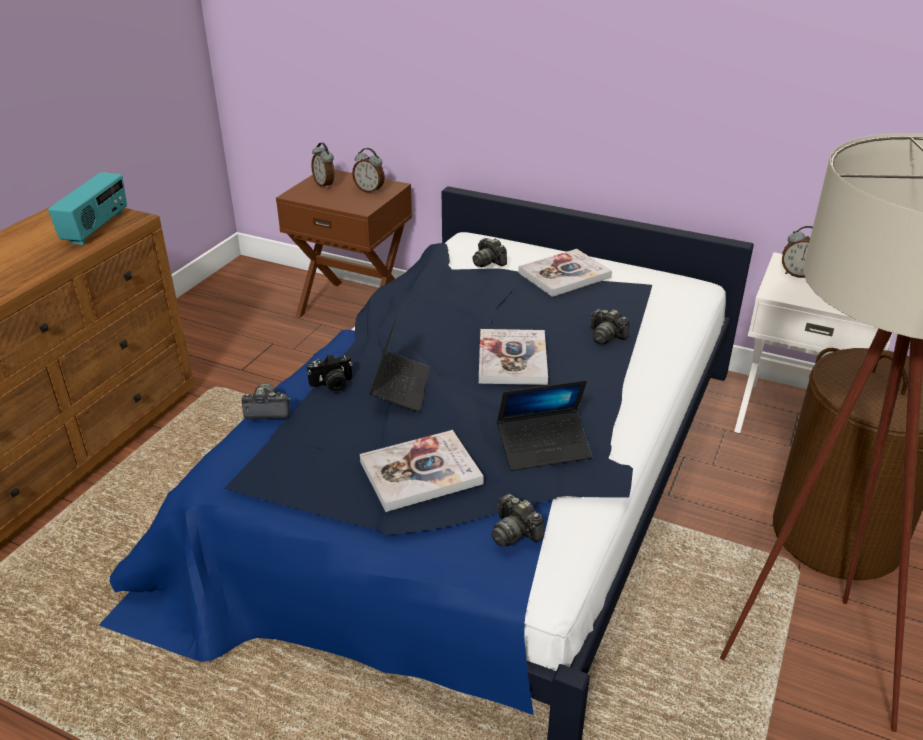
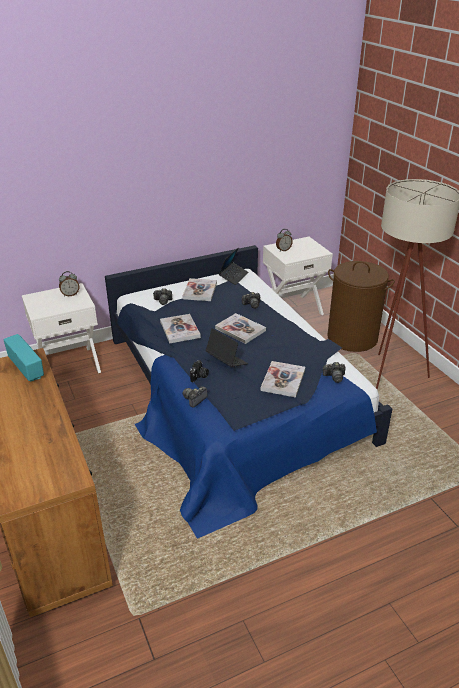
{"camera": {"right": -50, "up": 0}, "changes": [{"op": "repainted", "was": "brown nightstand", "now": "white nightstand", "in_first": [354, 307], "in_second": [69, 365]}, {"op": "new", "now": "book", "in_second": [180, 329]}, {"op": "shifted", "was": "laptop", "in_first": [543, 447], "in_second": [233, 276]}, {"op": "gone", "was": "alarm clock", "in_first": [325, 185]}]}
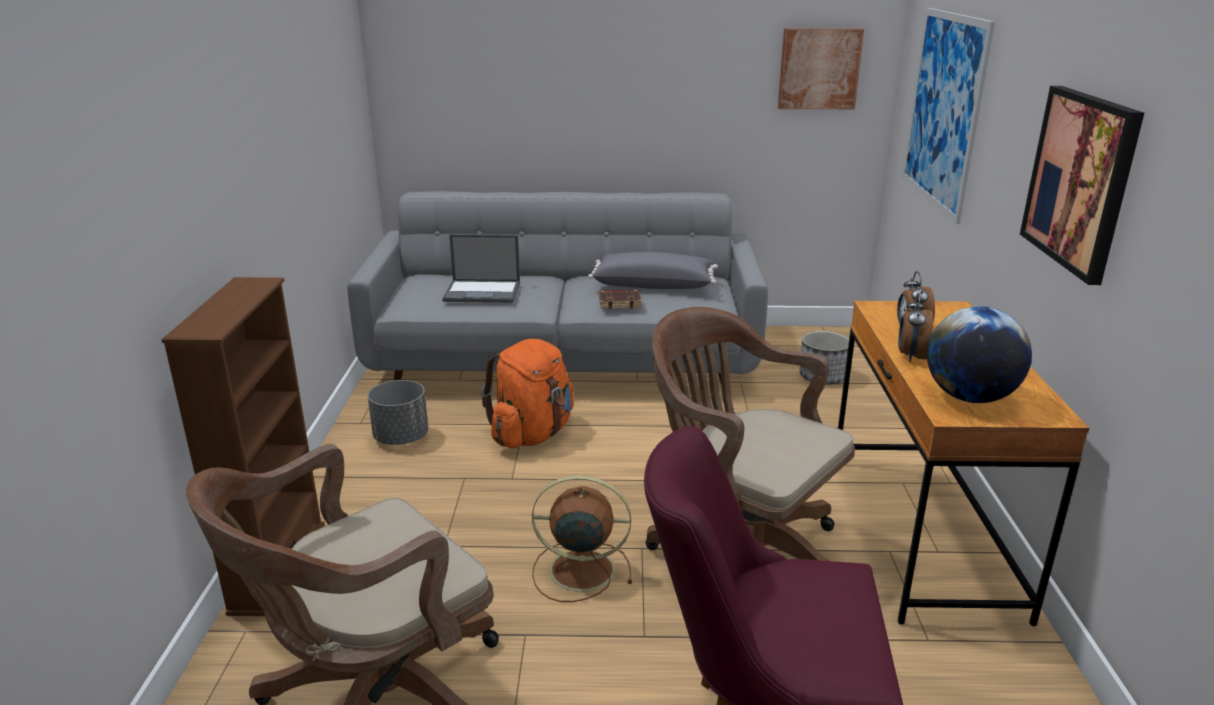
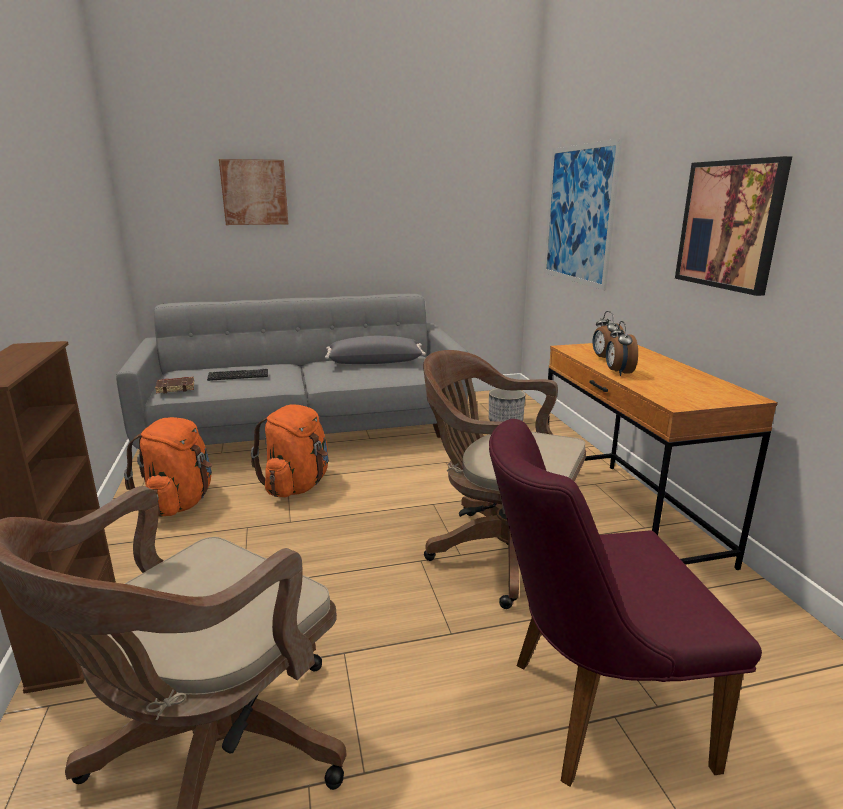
{"camera": {"right": -15, "up": -5}, "changes": [{"op": "swapped", "was": "grey planter", "now": "orange backpack", "in_first": [401, 438], "in_second": [180, 502]}, {"op": "shifted", "was": "brown book", "in_first": [620, 302], "in_second": [176, 388]}, {"op": "swapped", "was": "laptop", "now": "keyboard", "in_first": [483, 292], "in_second": [238, 376]}, {"op": "shifted", "was": "picture", "in_first": [819, 69], "in_second": [254, 192]}, {"op": "gone", "was": "brown fan", "in_first": [579, 570]}, {"op": "gone", "was": "globe", "in_first": [969, 397]}]}
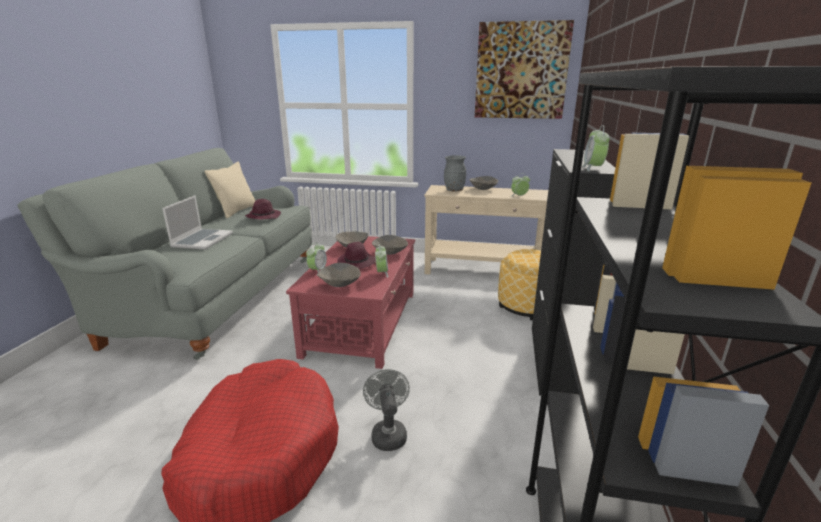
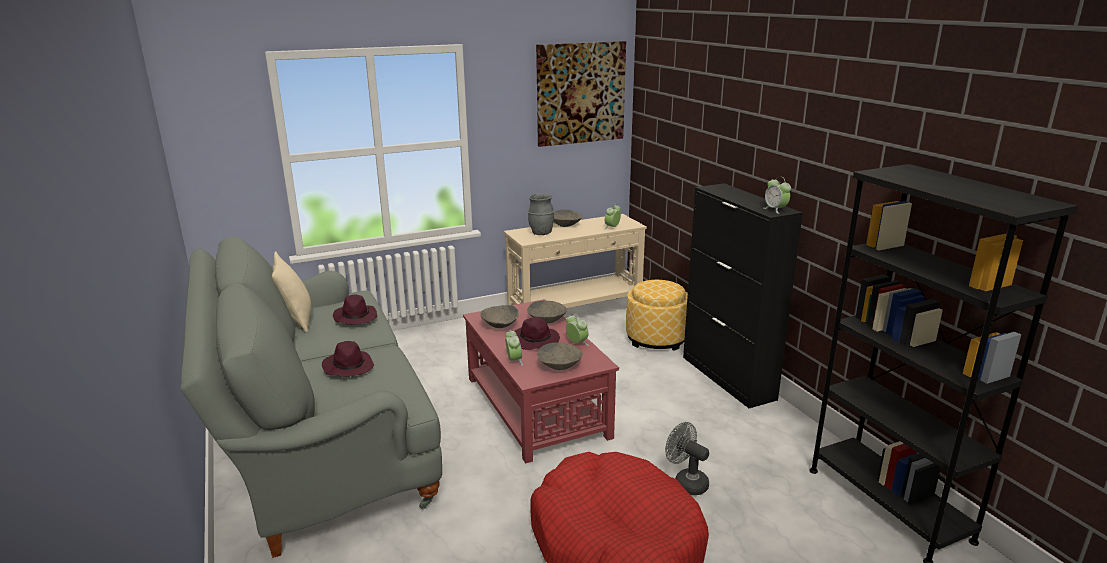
{"camera": {"right": -35, "up": 0}, "changes": [{"op": "swapped", "was": "laptop", "now": "purple hat", "in_first": [202, 240], "in_second": [348, 367]}]}
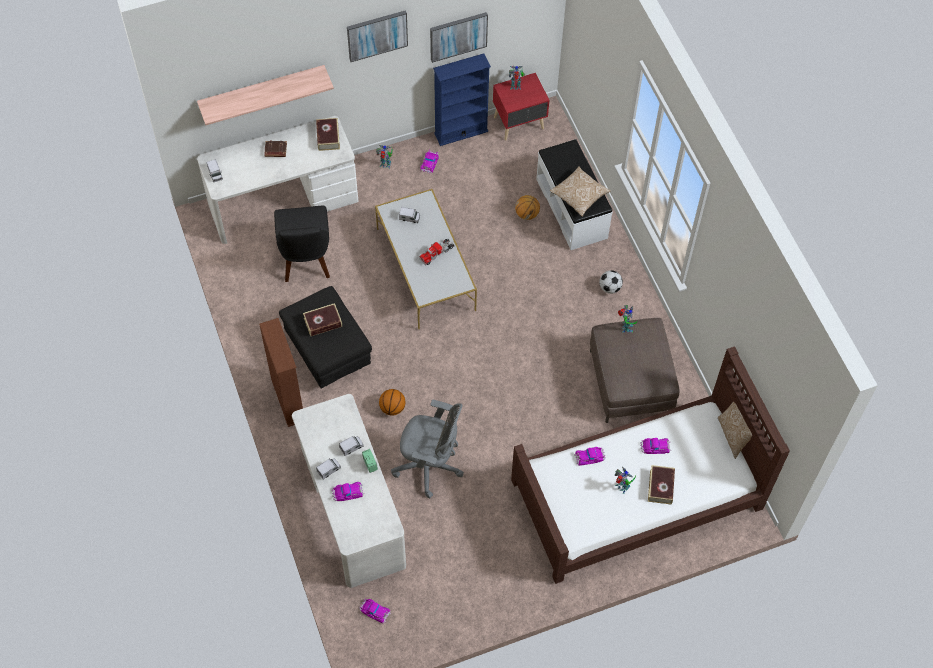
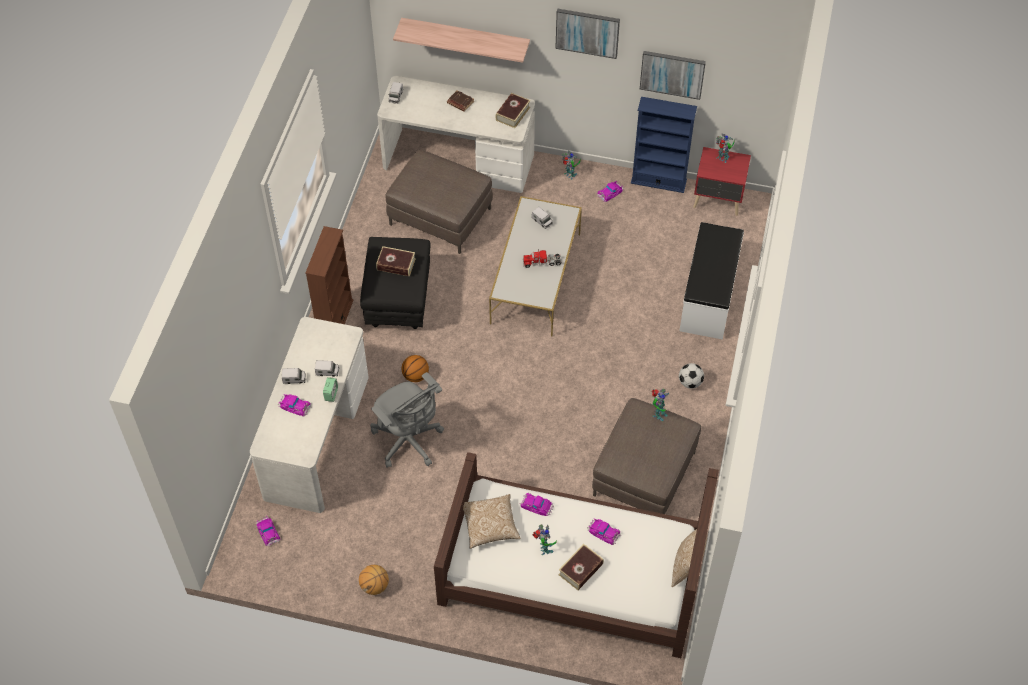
{"camera": {"right": 35, "up": -5}, "changes": [{"op": "shifted", "was": "basketball", "in_first": [527, 214], "in_second": [375, 586]}, {"op": "swapped", "was": "black chair", "now": "brown ottoman", "in_first": [305, 259], "in_second": [440, 216]}, {"op": "shifted", "was": "pillow", "in_first": [579, 196], "in_second": [490, 525]}]}
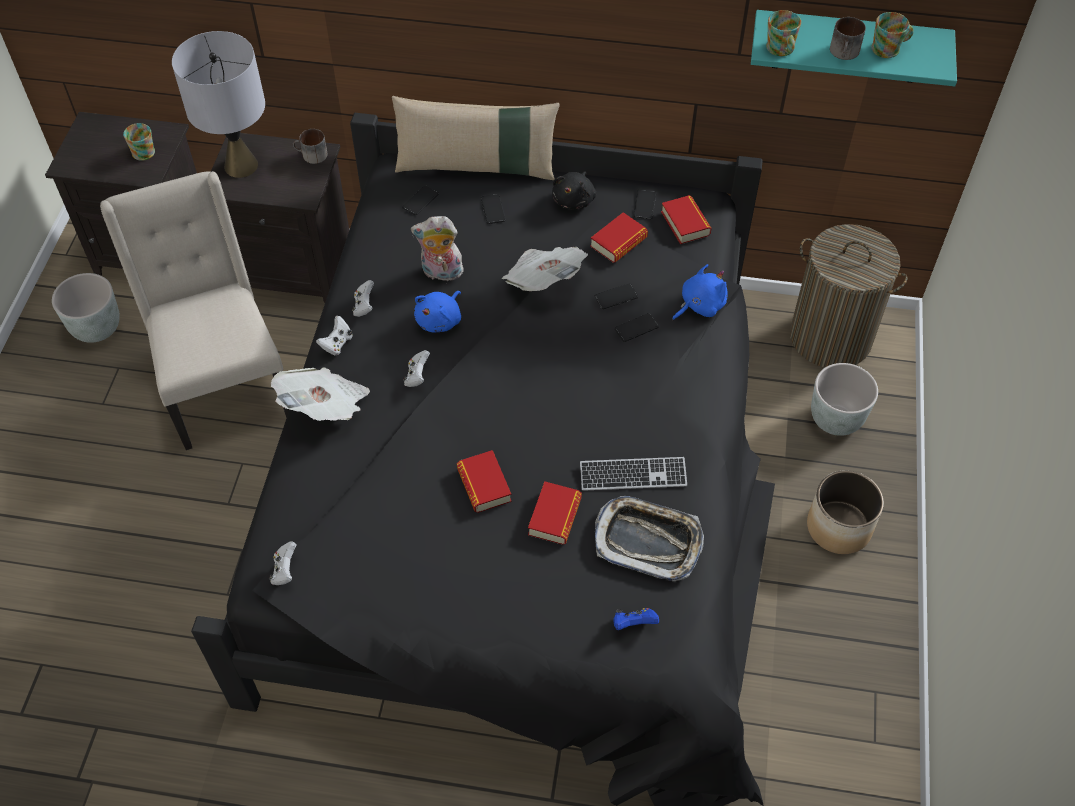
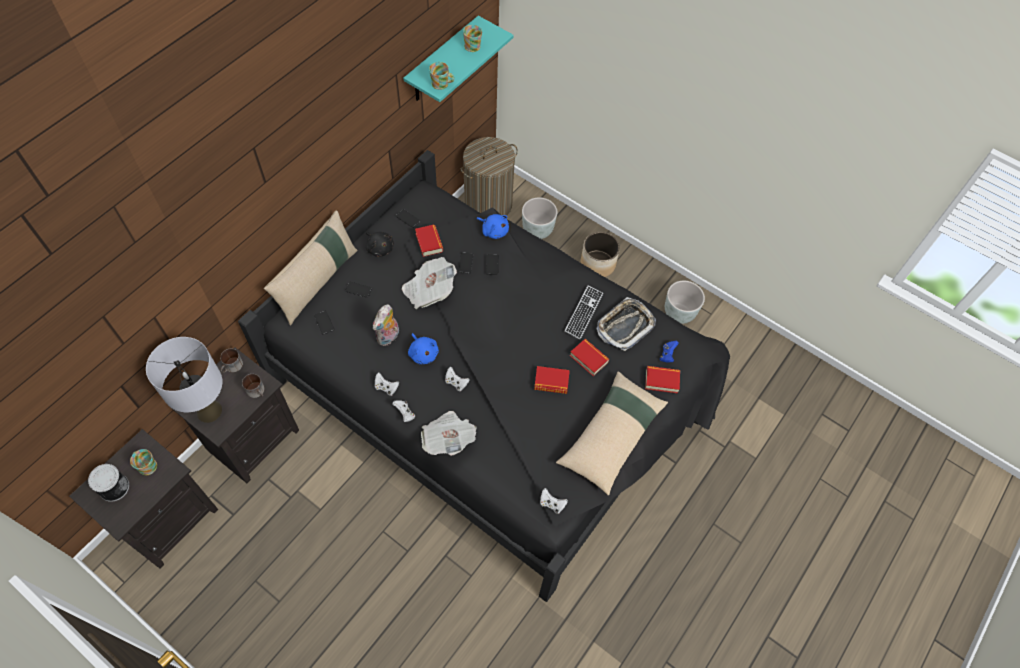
{"camera": {"right": -65, "up": 5}, "changes": [{"op": "new", "now": "can", "in_second": [113, 487]}, {"op": "shifted", "was": "mug", "in_first": [845, 53], "in_second": [257, 391]}, {"op": "rotated", "was": "blue plush toy", "in_first": [699, 305], "in_second": [494, 230], "clockwise": 135}, {"op": "new", "now": "beige pillow", "in_second": [611, 436]}, {"op": "shifted", "was": "book", "in_first": [685, 223], "in_second": [661, 381]}, {"op": "shifted", "was": "grey planter", "in_first": [97, 329], "in_second": [679, 313]}, {"op": "gone", "was": "beige chair", "in_first": [225, 387]}]}
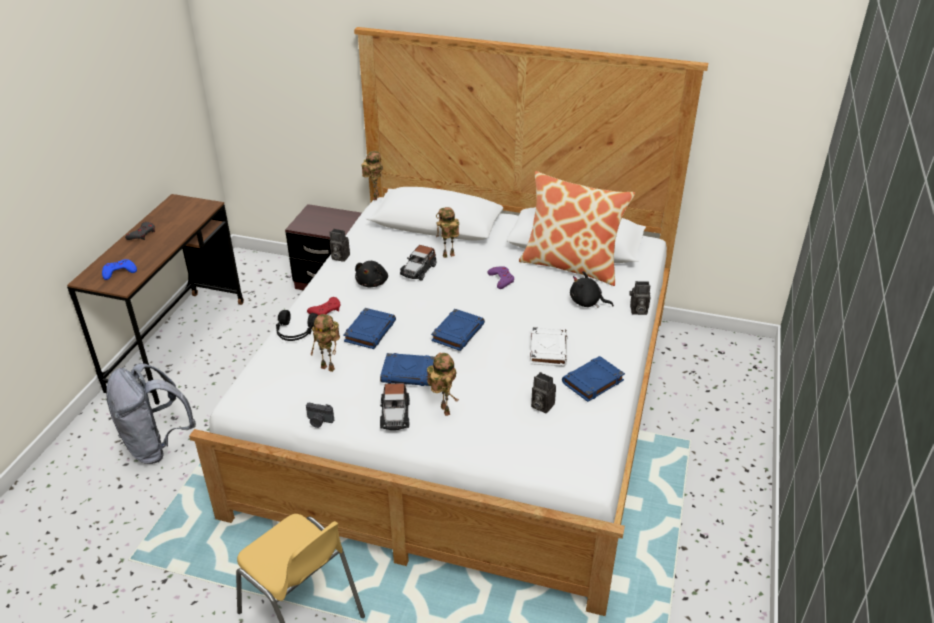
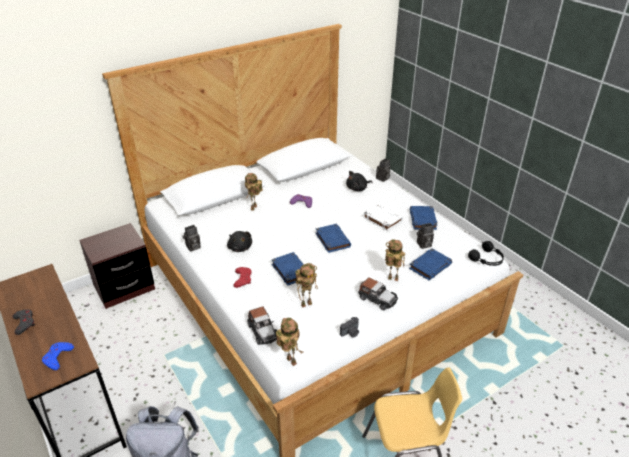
{"camera": {"right": -50, "up": 0}, "changes": [{"op": "shifted", "was": "toy car", "in_first": [419, 270], "in_second": [263, 331]}, {"op": "shifted", "was": "toy robot", "in_first": [375, 197], "in_second": [289, 361]}, {"op": "shifted", "was": "blue book", "in_first": [409, 373], "in_second": [430, 266]}, {"op": "shifted", "was": "black headphones", "in_first": [295, 332], "in_second": [487, 259]}, {"op": "gone", "was": "pillow", "in_first": [571, 265]}]}
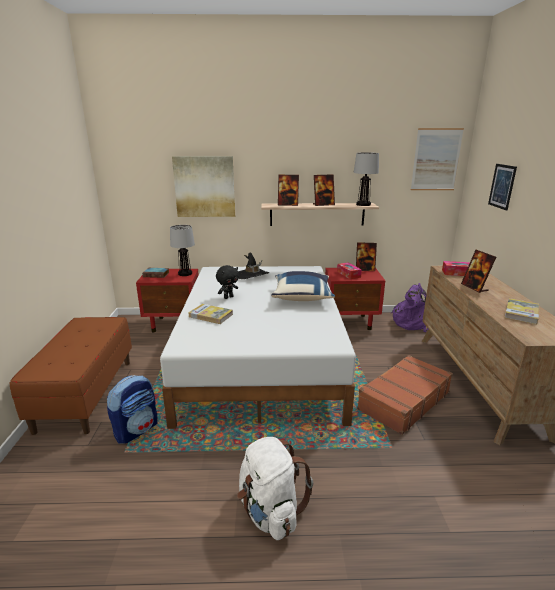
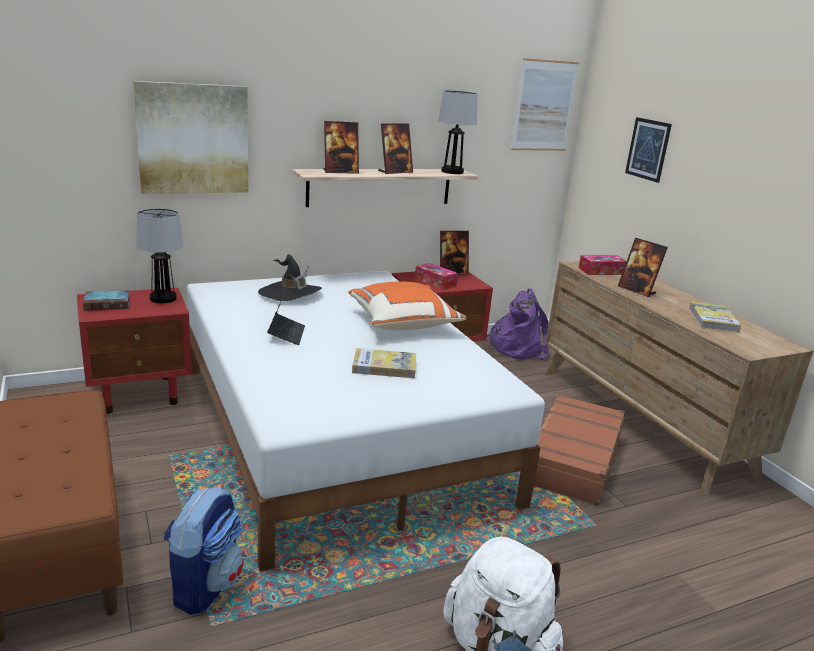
{"camera": {"right": -25, "up": 0}, "changes": [{"op": "swapped", "was": "black plush toy", "now": "laptop", "in_first": [228, 297], "in_second": [286, 334]}, {"op": "repainted", "was": "blue pillow", "now": "orange pillow", "in_first": [302, 297], "in_second": [403, 323]}, {"op": "shifted", "was": "book", "in_first": [211, 315], "in_second": [384, 366]}]}
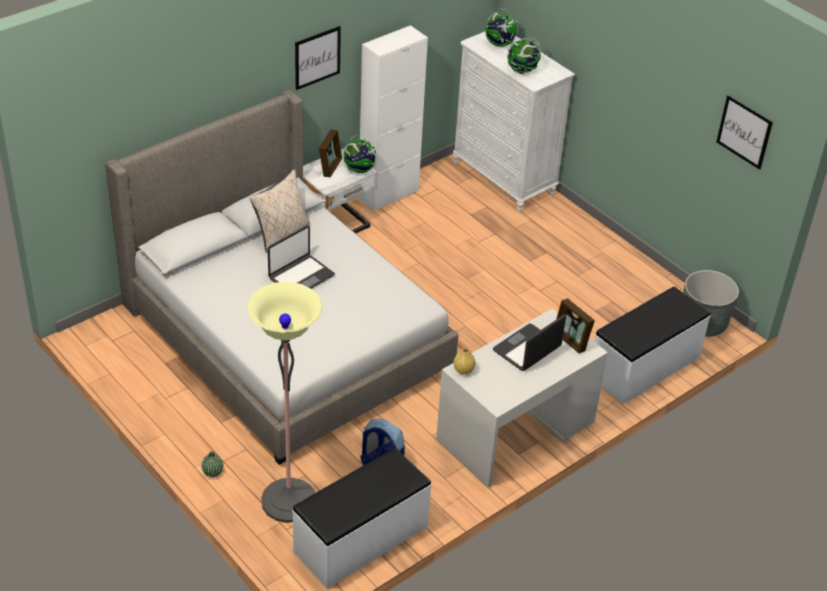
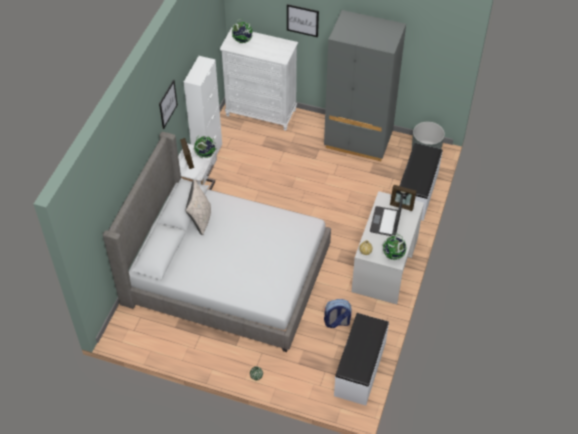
{"camera": {"right": -30, "up": 10}, "changes": [{"op": "shifted", "was": "picture", "in_first": [744, 131], "in_second": [302, 20]}, {"op": "new", "now": "grey wardrobe", "in_second": [358, 141]}, {"op": "shifted", "was": "globe", "in_first": [522, 71], "in_second": [393, 255]}, {"op": "gone", "was": "floor lamp", "in_first": [288, 501]}, {"op": "gone", "was": "laptop", "in_first": [301, 276]}]}
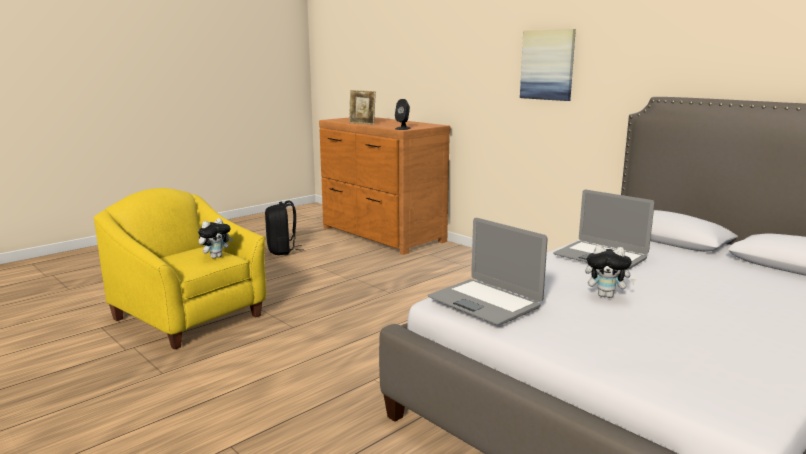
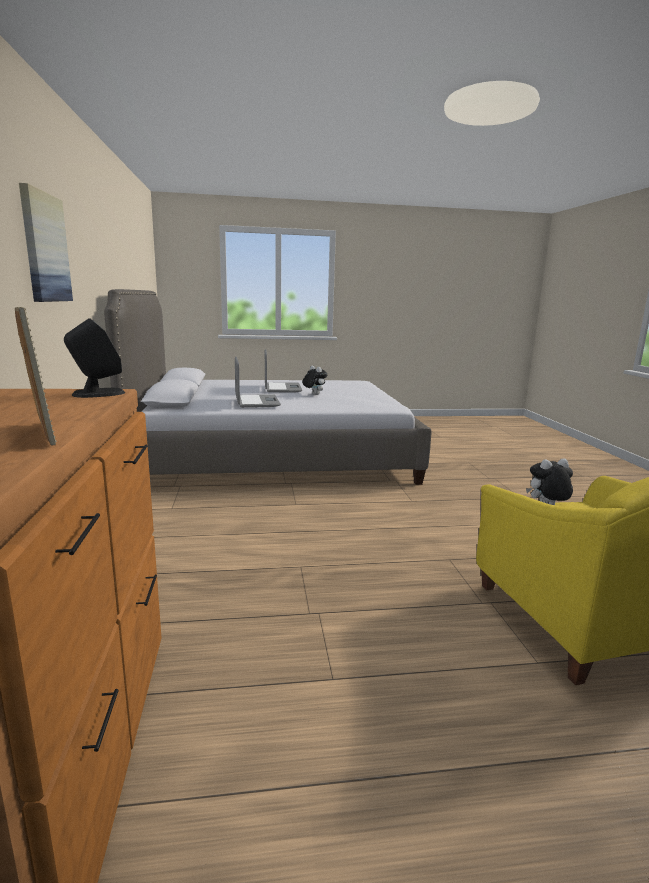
{"camera": {"right": -145, "up": 0}, "changes": [{"op": "shifted", "was": "laptop", "in_first": [485, 302], "in_second": [282, 388]}, {"op": "gone", "was": "black backpack", "in_first": [282, 251]}]}
